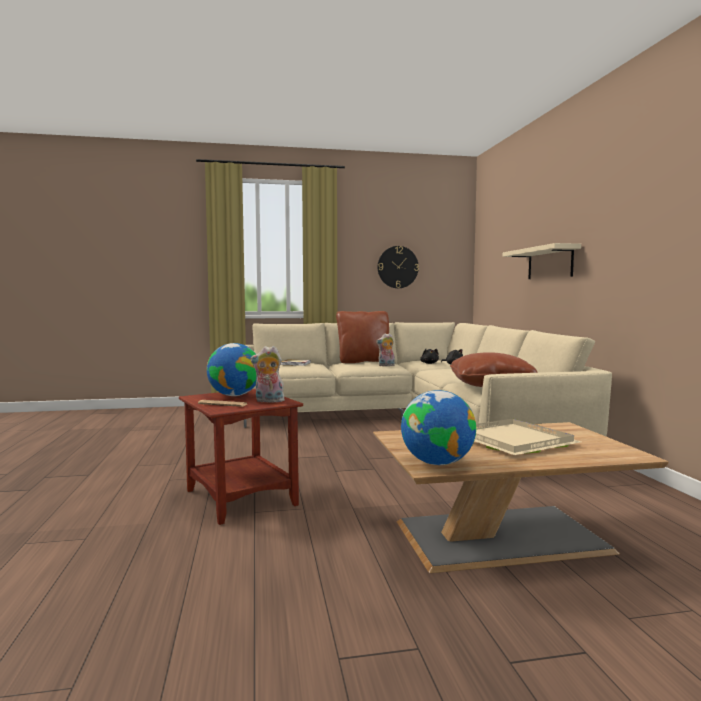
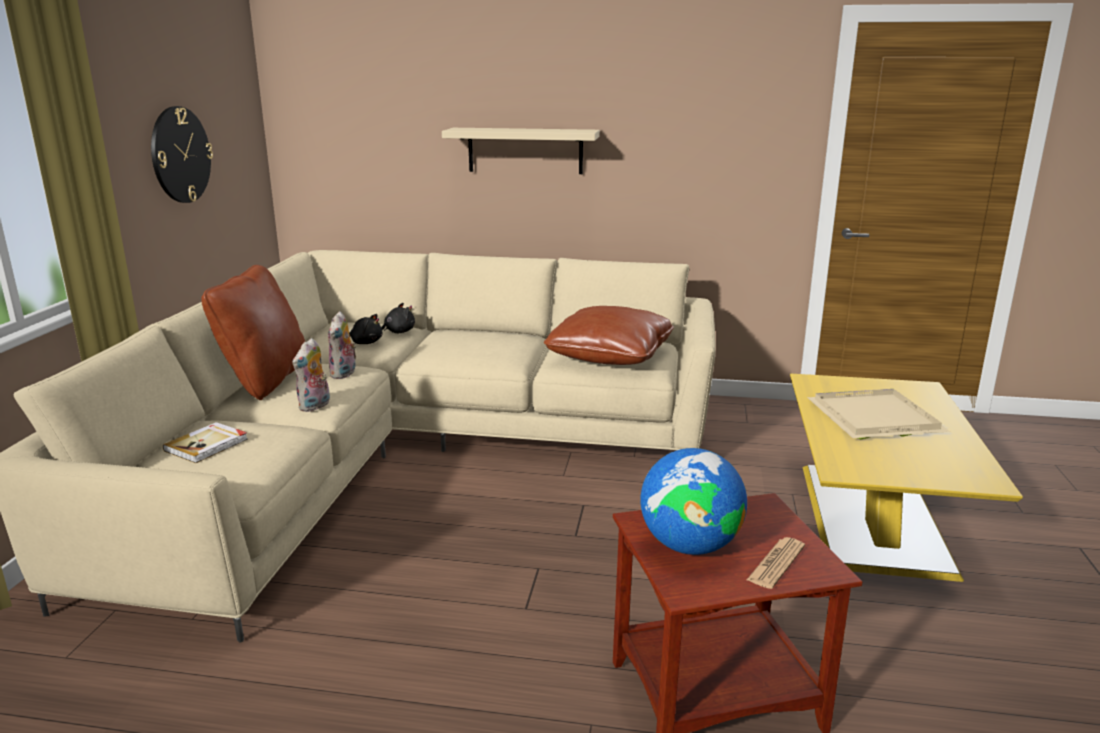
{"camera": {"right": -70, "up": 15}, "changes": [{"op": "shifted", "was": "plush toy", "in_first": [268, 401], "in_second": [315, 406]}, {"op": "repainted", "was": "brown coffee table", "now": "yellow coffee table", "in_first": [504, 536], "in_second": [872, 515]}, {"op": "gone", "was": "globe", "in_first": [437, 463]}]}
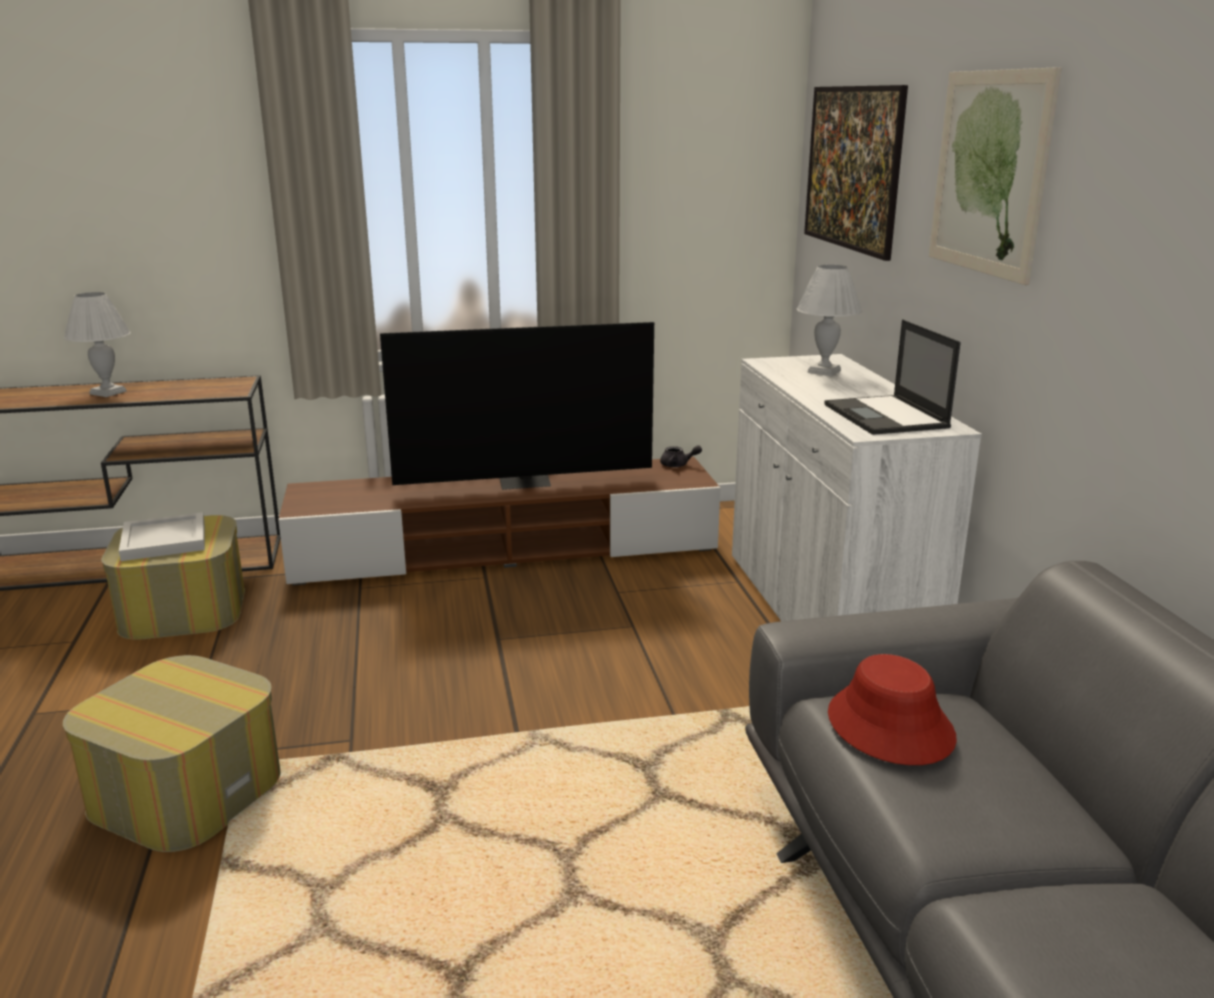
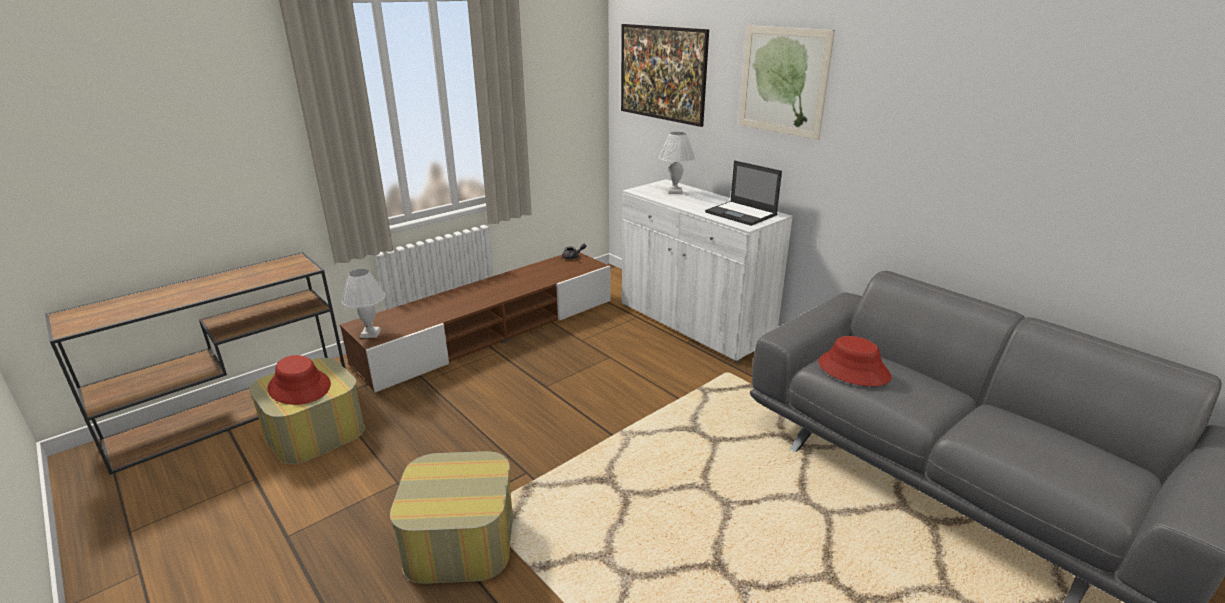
{"camera": {"right": -30, "up": 5}, "changes": [{"op": "swapped", "was": "white tray", "now": "red hat", "in_first": [165, 541], "in_second": [300, 387]}, {"op": "shifted", "was": "white table lamp", "in_first": [107, 392], "in_second": [370, 334]}, {"op": "gone", "was": "television", "in_first": [525, 482]}]}
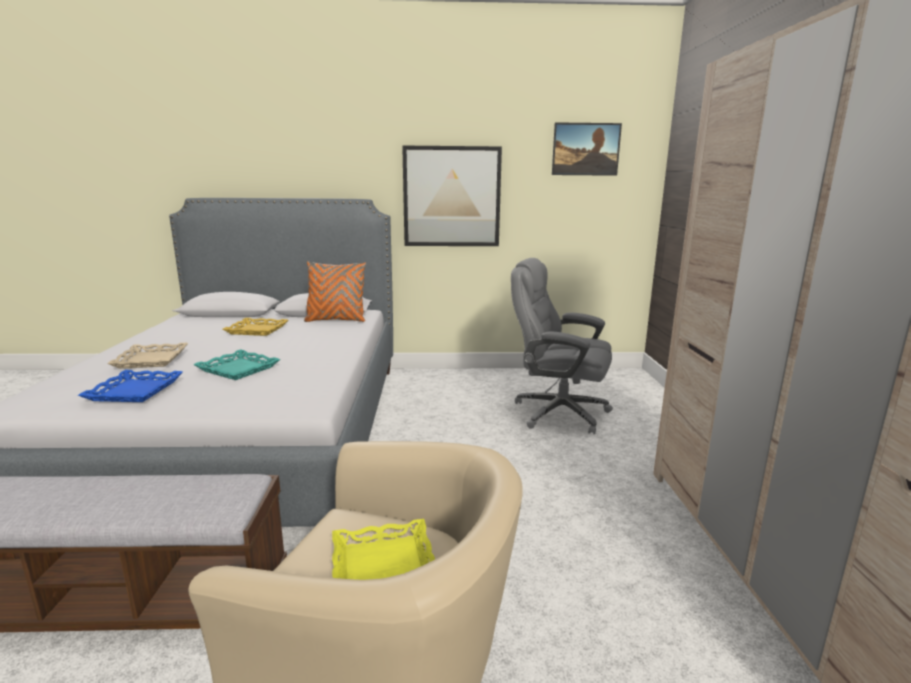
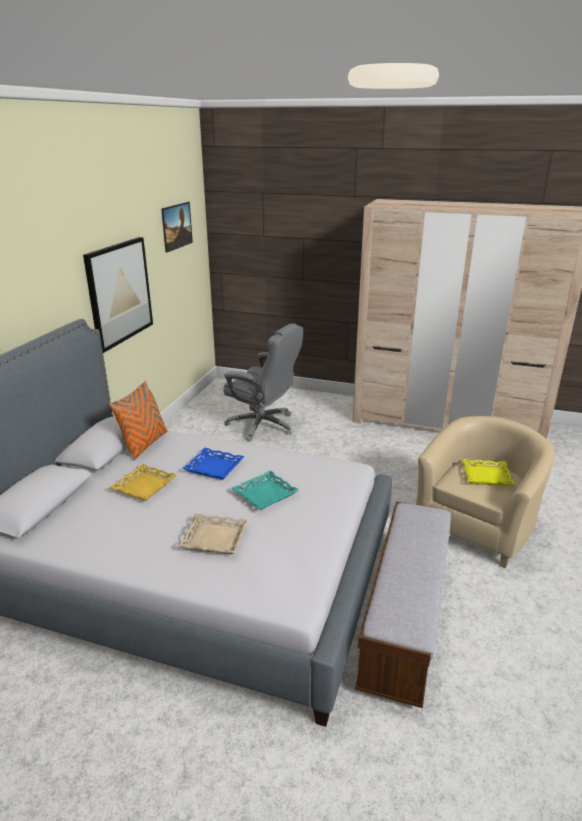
{"camera": {"right": -70, "up": 10}, "changes": [{"op": "shifted", "was": "blue tray", "in_first": [134, 391], "in_second": [214, 467]}, {"op": "rotated", "was": "grey office chair", "in_first": [558, 412], "in_second": [263, 425], "clockwise": -105}]}
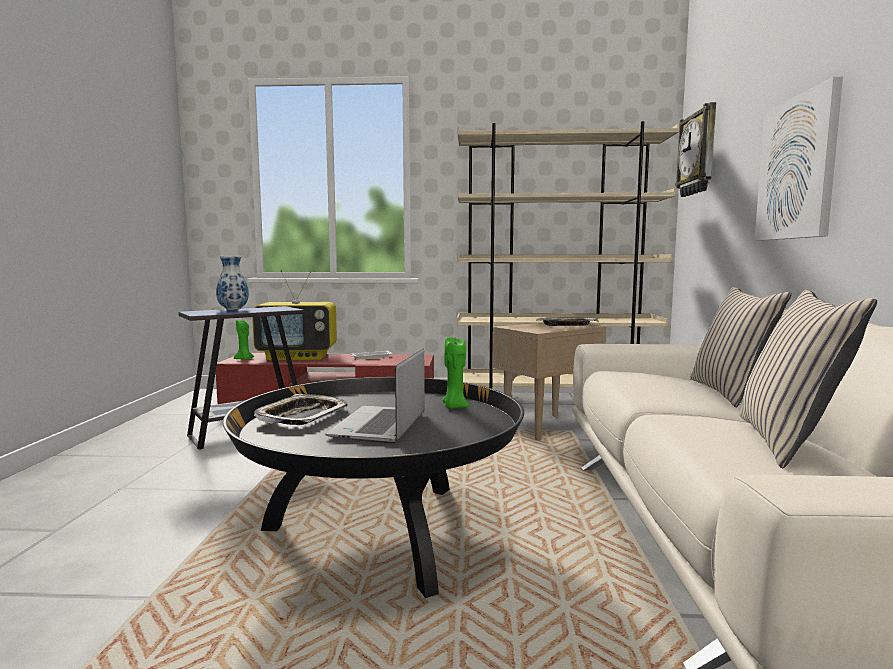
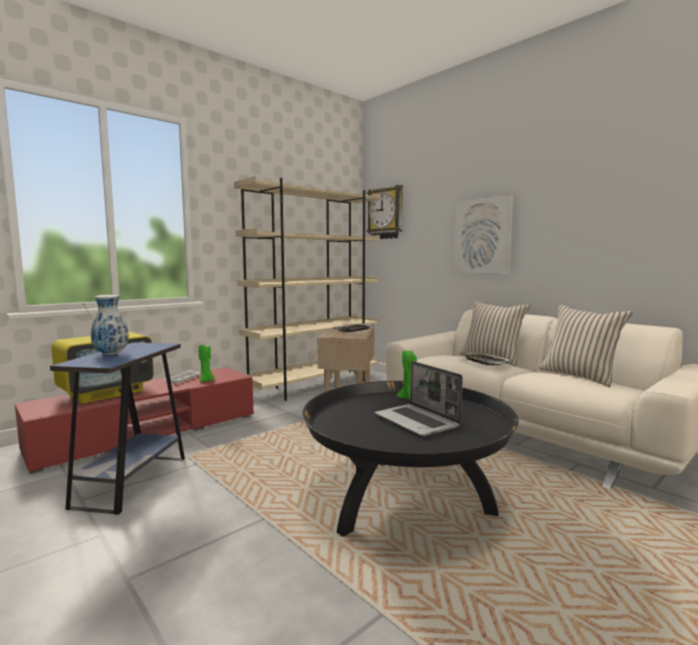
{"camera": {"right": -45, "up": 0}, "changes": [{"op": "shifted", "was": "green candle", "in_first": [244, 359], "in_second": [206, 381]}, {"op": "shifted", "was": "tray", "in_first": [302, 416], "in_second": [483, 362]}]}
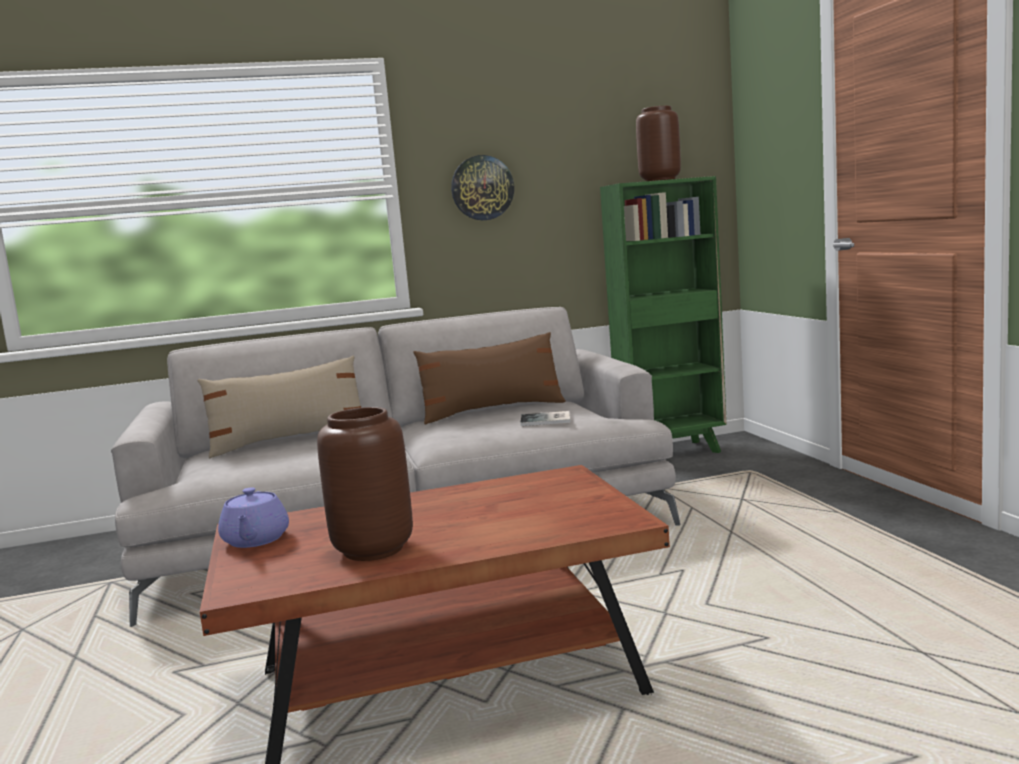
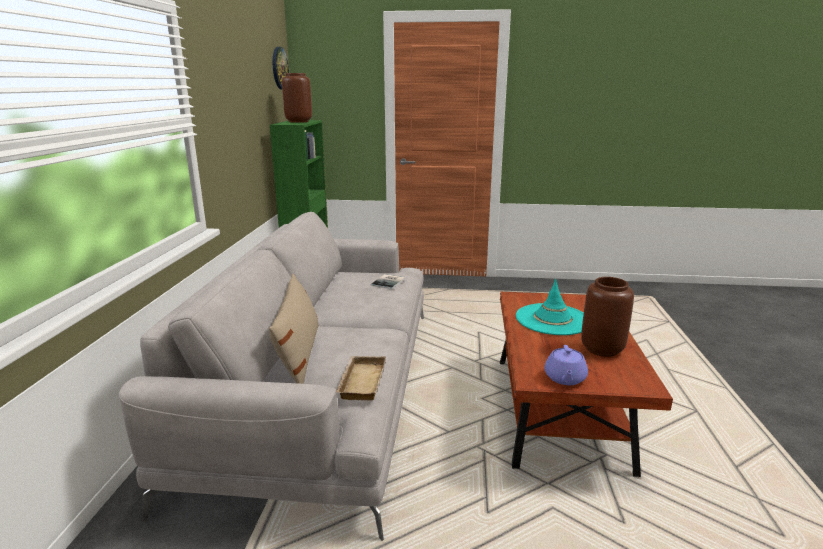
{"camera": {"right": -70, "up": 10}, "changes": [{"op": "shifted", "was": "wall clock", "in_first": [482, 188], "in_second": [279, 68]}, {"op": "new", "now": "beige tray", "in_second": [360, 381]}, {"op": "new", "now": "turquoise hat", "in_second": [552, 319]}, {"op": "rotated", "was": "purple teapot", "in_first": [255, 540], "in_second": [565, 378], "clockwise": 90}, {"op": "gone", "was": "brown pillow", "in_first": [493, 411]}]}
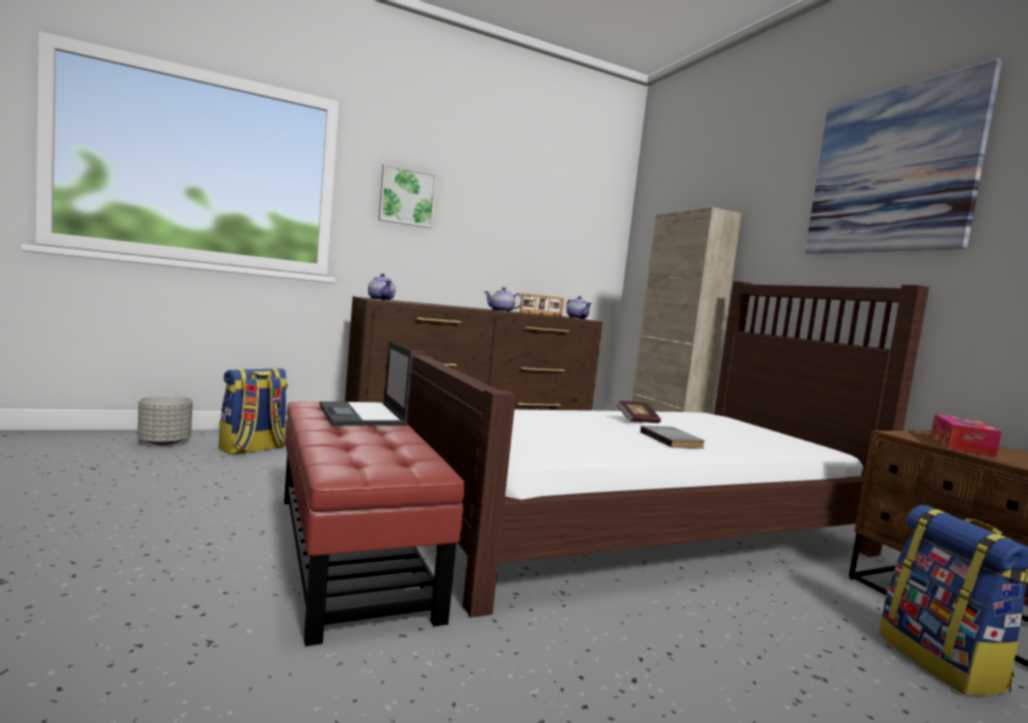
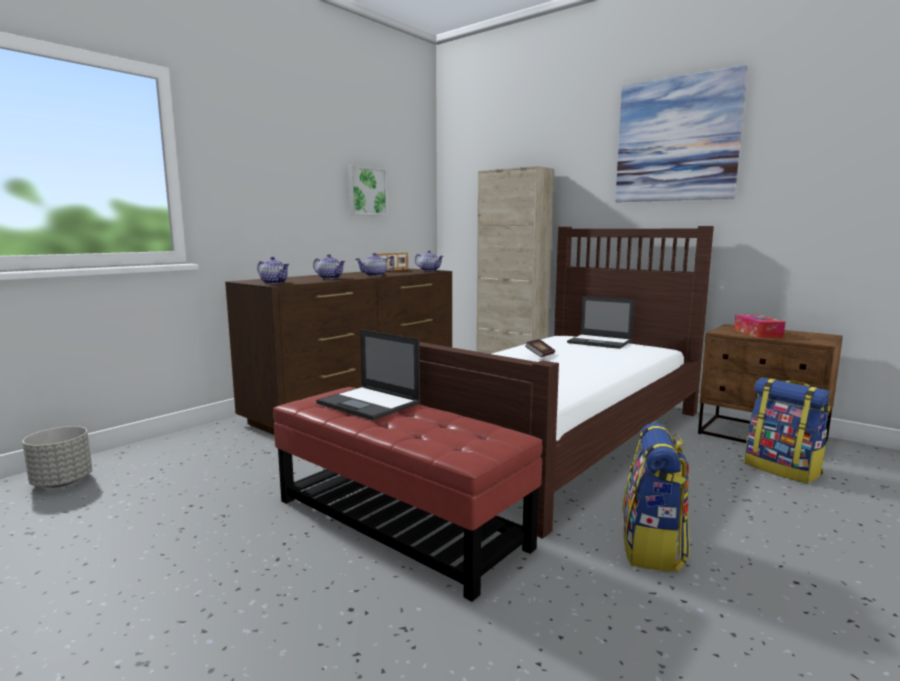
{"camera": {"right": -25, "up": 5}, "changes": [{"op": "new", "now": "teapot", "in_second": [330, 278]}, {"op": "shifted", "was": "picture", "in_first": [407, 197], "in_second": [366, 191]}, {"op": "new", "now": "laptop", "in_second": [600, 342]}, {"op": "shifted", "was": "backpack", "in_first": [252, 449], "in_second": [653, 548]}, {"op": "gone", "was": "grey book", "in_first": [673, 440]}]}
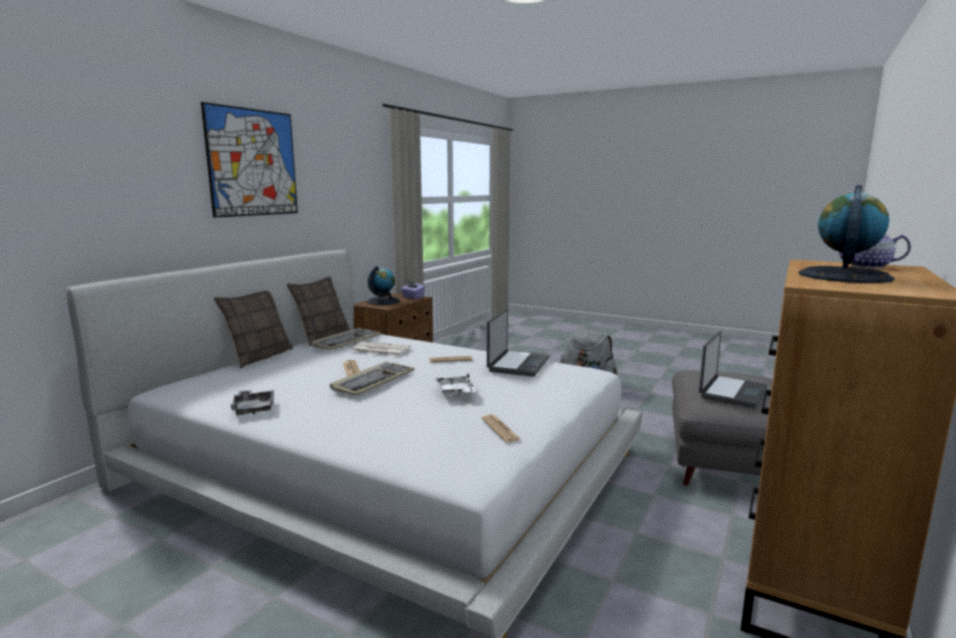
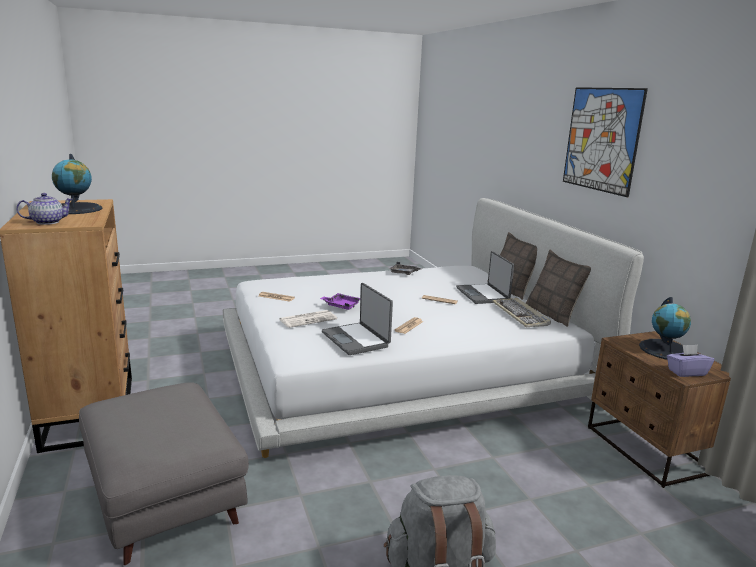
{"camera": {"right": 130, "up": 5}, "changes": [{"op": "shifted", "was": "newspaper", "in_first": [380, 350], "in_second": [308, 319]}, {"op": "repainted", "was": "white tray", "now": "purple tray", "in_first": [455, 392], "in_second": [341, 306]}, {"op": "shifted", "was": "laptop", "in_first": [731, 392], "in_second": [483, 295]}, {"op": "gone", "was": "keyboard", "in_first": [373, 381]}]}
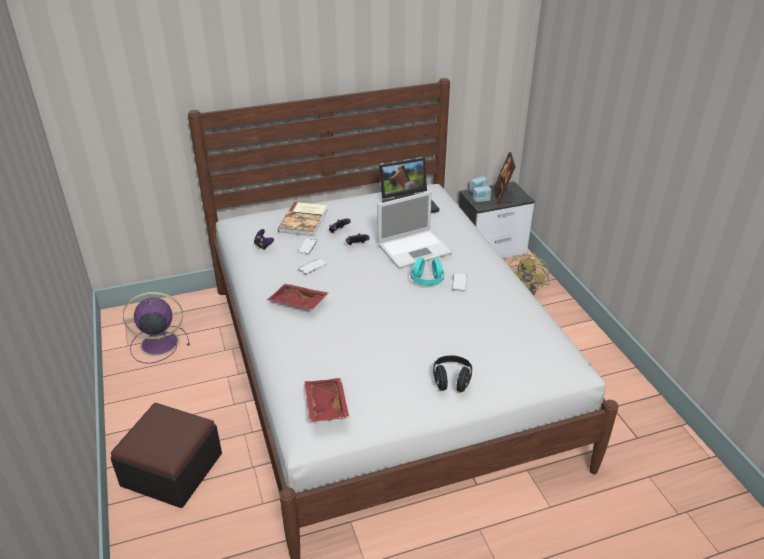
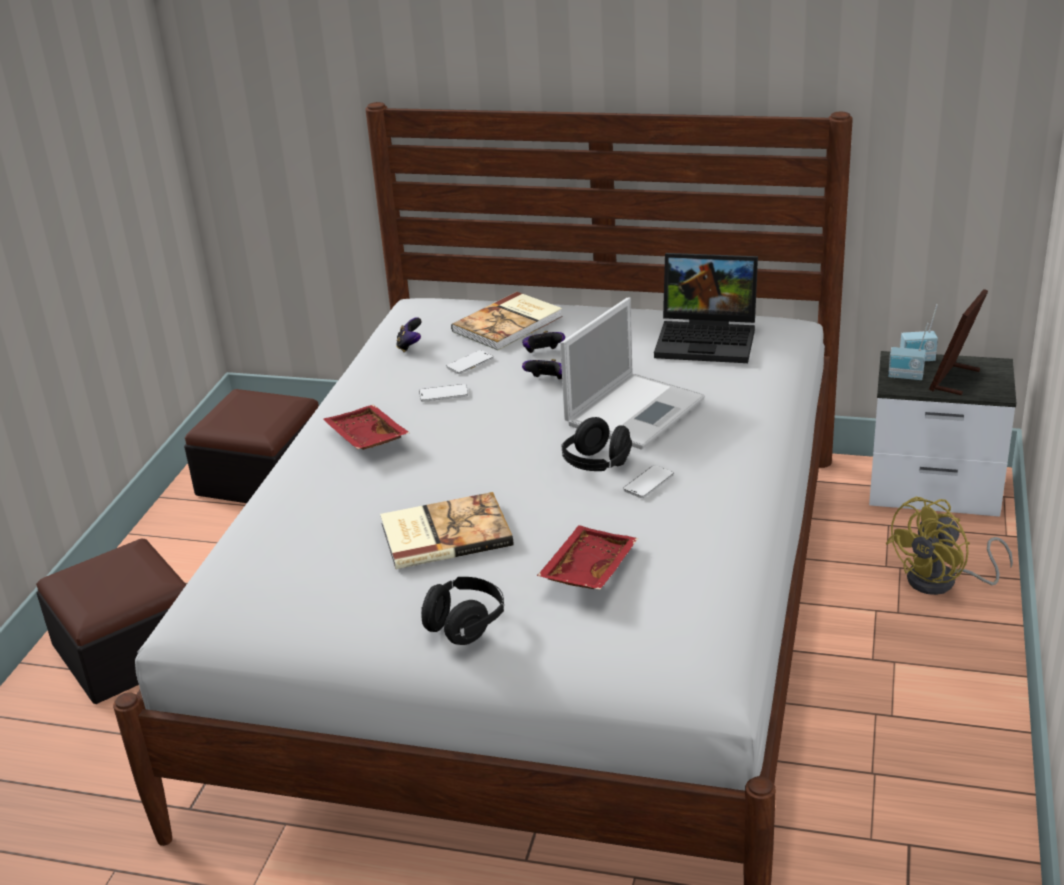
{"camera": {"right": 35, "up": -5}, "changes": [{"op": "swapped", "was": "purple fan", "now": "ottoman", "in_first": [158, 344], "in_second": [263, 476]}, {"op": "new", "now": "book", "in_second": [444, 533]}, {"op": "shifted", "was": "red tray", "in_first": [325, 406], "in_second": [587, 570]}, {"op": "rotated", "was": "laptop", "in_first": [415, 248], "in_second": [636, 410], "clockwise": -60}, {"op": "repainted", "was": "turquoise headphones", "now": "black headphones", "in_first": [427, 281], "in_second": [597, 465]}]}
